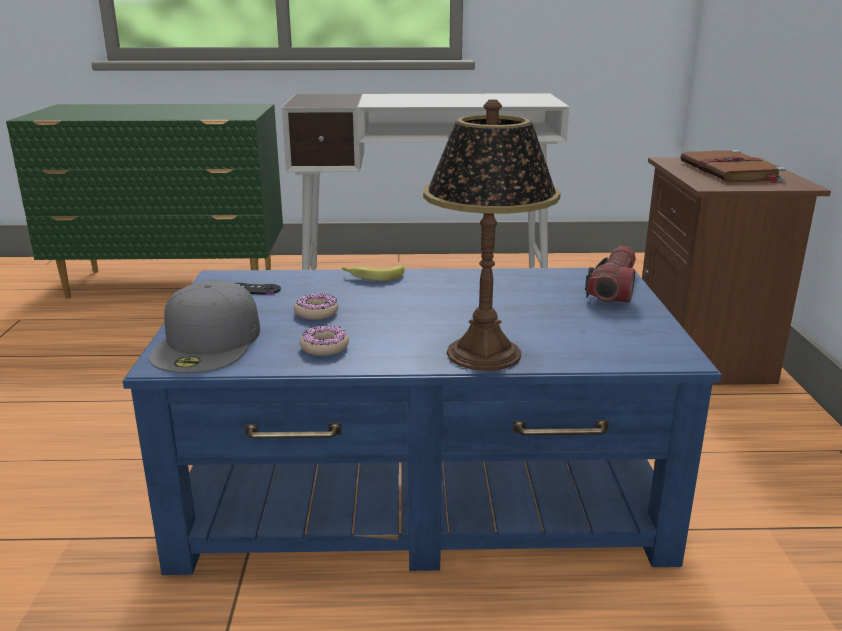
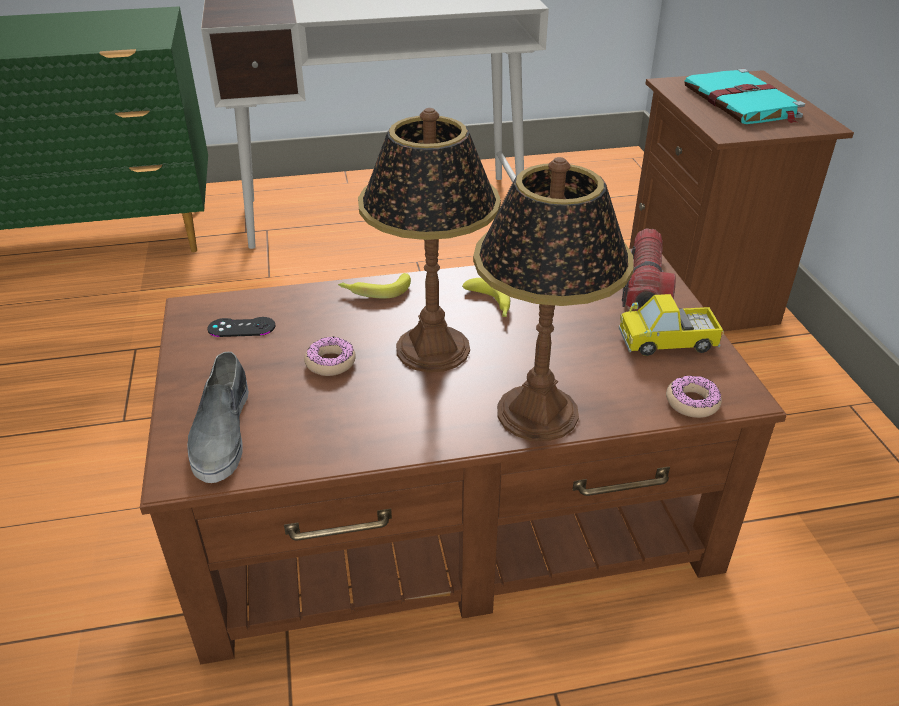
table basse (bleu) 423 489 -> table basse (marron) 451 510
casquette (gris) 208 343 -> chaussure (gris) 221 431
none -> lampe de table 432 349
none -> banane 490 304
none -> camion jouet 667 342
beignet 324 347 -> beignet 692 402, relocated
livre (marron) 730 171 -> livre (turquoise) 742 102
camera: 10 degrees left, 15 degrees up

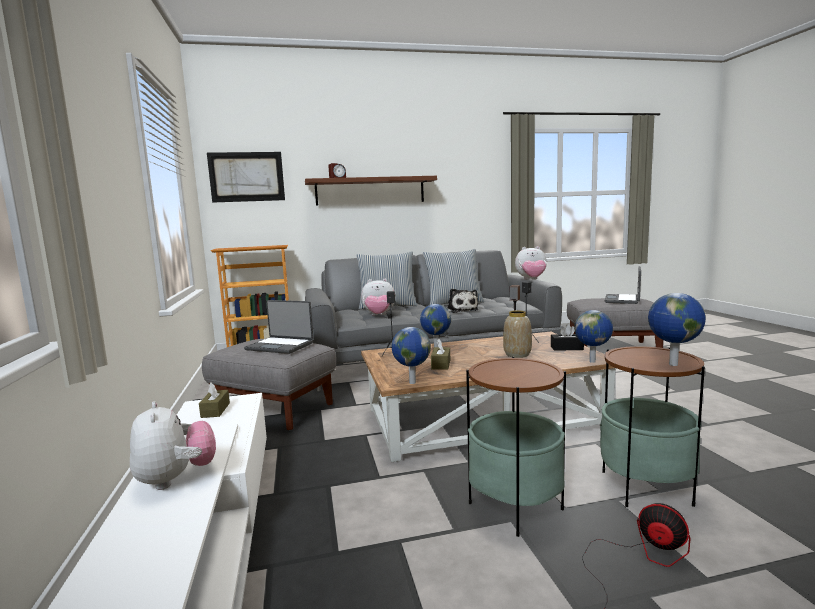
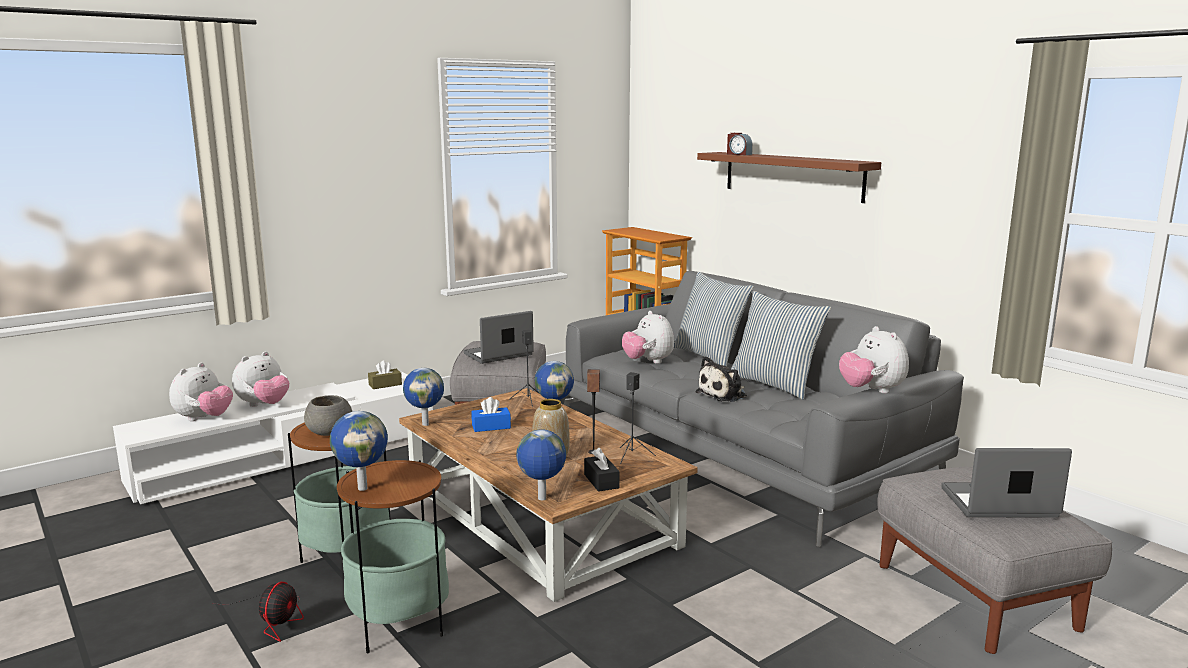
none -> peluche 204 418
none -> bol (gris) 329 432
ordinateur portable 280 346 -> ordinateur portable 499 355, 60 degrees clockwise
boîte à mouchoirs (marron) 441 364 -> boîte à mouchoirs (bleu) 491 427
tableau 246 177 -> none
camera: 65 degrees right, 5 degrees up

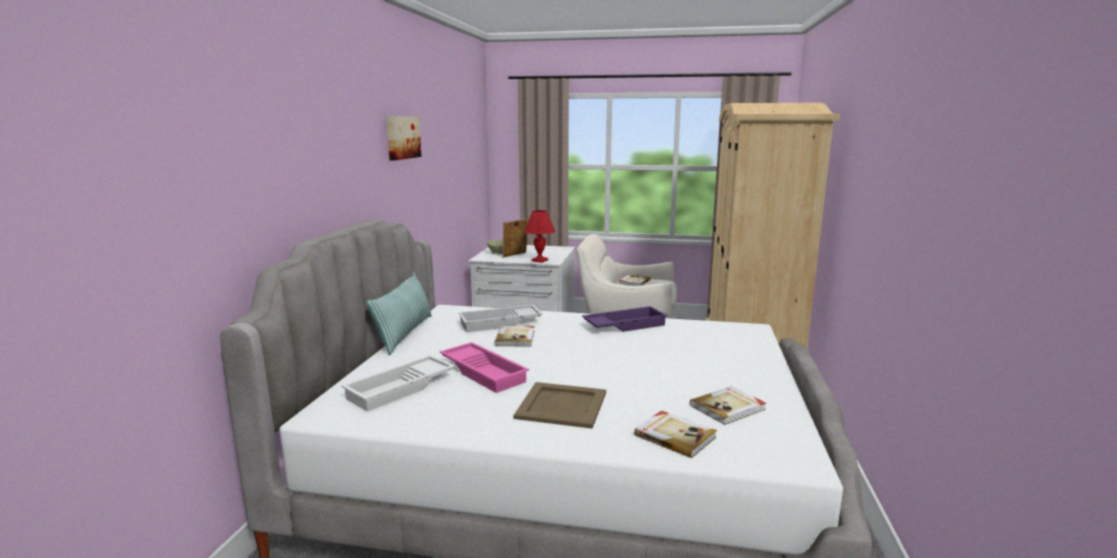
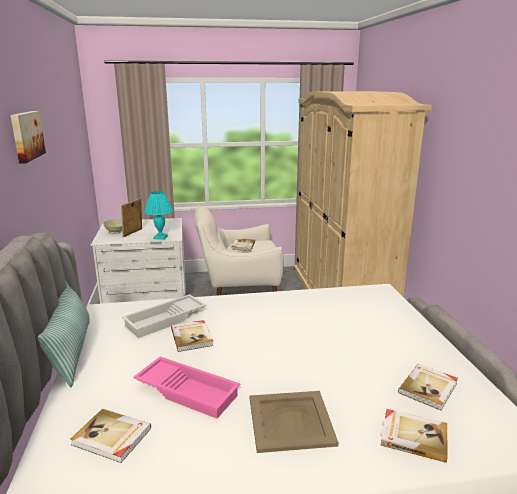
plateau (blanc) 401 389 -> livre 111 437
lampe de table (rouge) 539 260 -> lampe de table (turquoise) 160 237
plateau (violet) 624 325 -> none
camera: 20 degrees left, 5 degrees up

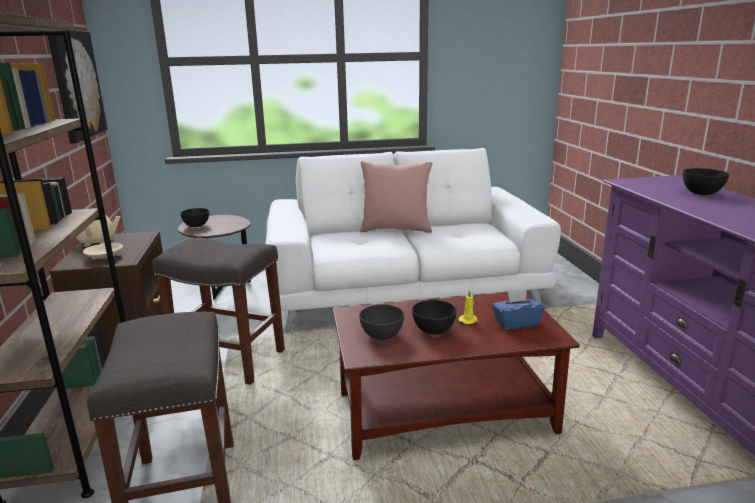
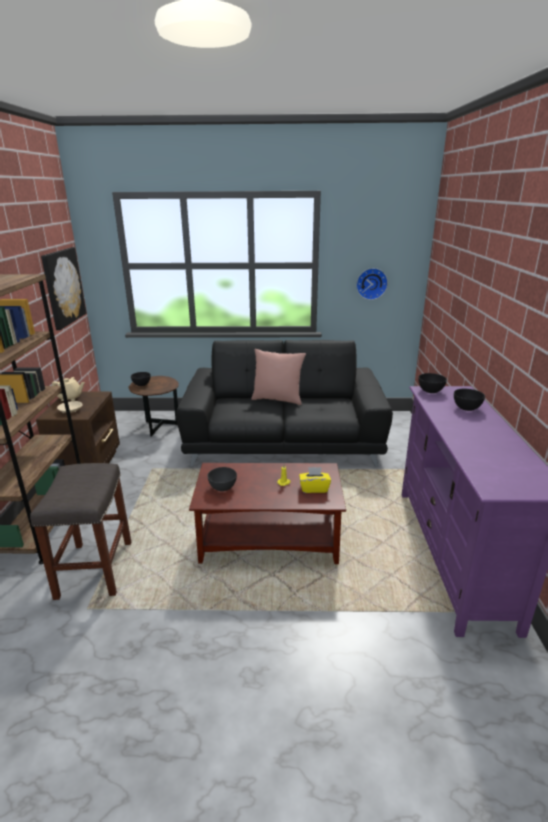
canapé (blanc) 404 288 -> canapé (noir) 284 441
boîte à mouchoirs (bleu) 516 323 -> boîte à mouchoirs (jaune) 314 488
none -> horloge murale 371 283
bol (noir) 434 330 -> bol (noir) 430 391, relocated
tabouret (gris) 228 360 -> none
camera: 10 degrees right, 5 degrees up

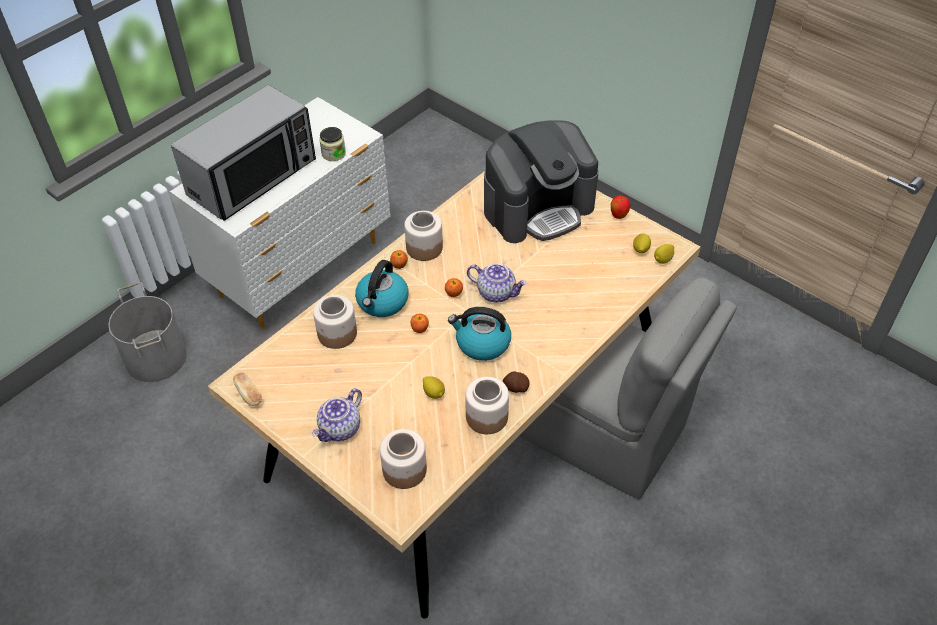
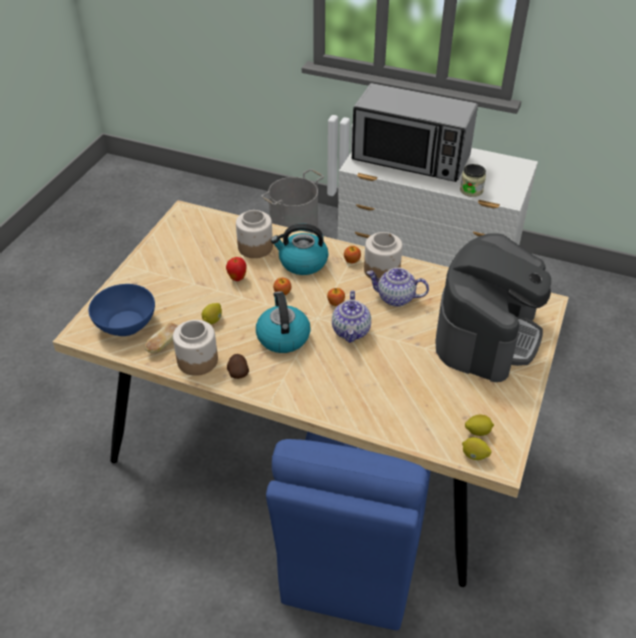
bocal 404 470 -> bol (bleu) 125 323
pain 249 394 -> pain 163 344, relocated
pomme 618 216 -> pomme 237 278, relocated
chaise (gris) 606 433 -> chaise (bleu) 353 553
théière 340 429 -> théière 395 298, relocated
machine à café 538 208 -> machine à café 487 334, 105 degrees counterclockwise
camera: 70 degrees right, 5 degrees down

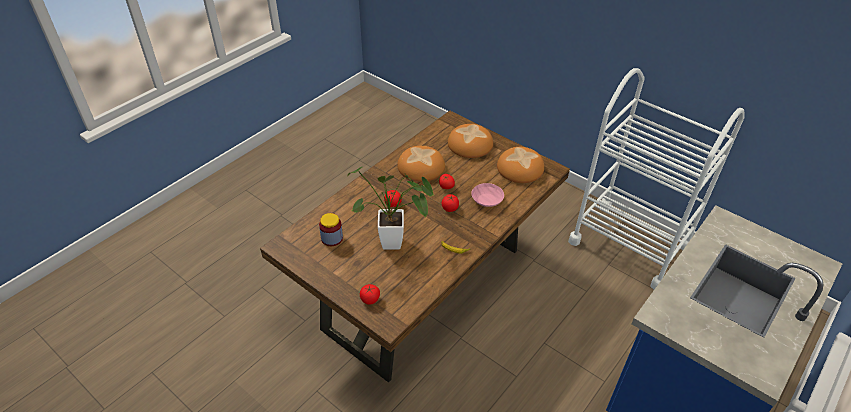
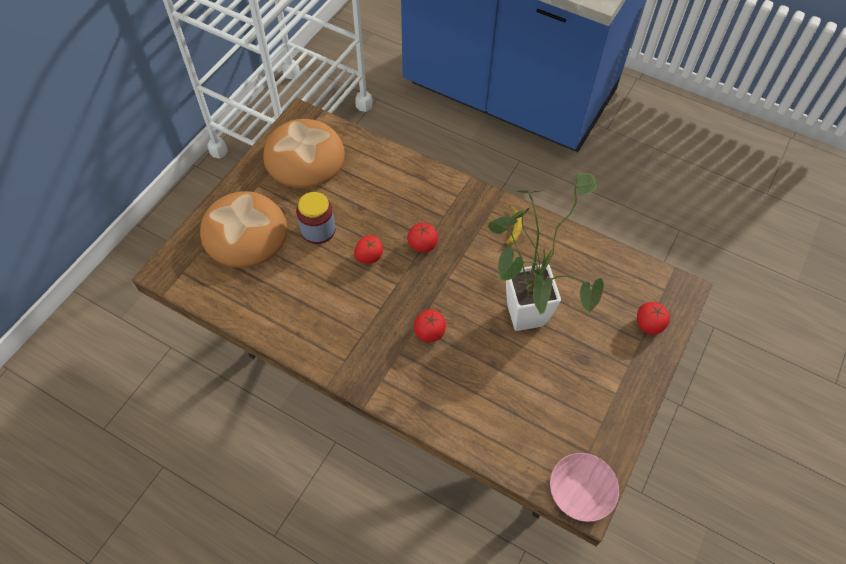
bocal 332 238 -> bocal 318 230, relocated
bol (rose) 487 200 -> bol (rose) 581 489, relocated
pain 421 167 -> none
camera: 100 degrees left, 15 degrees up

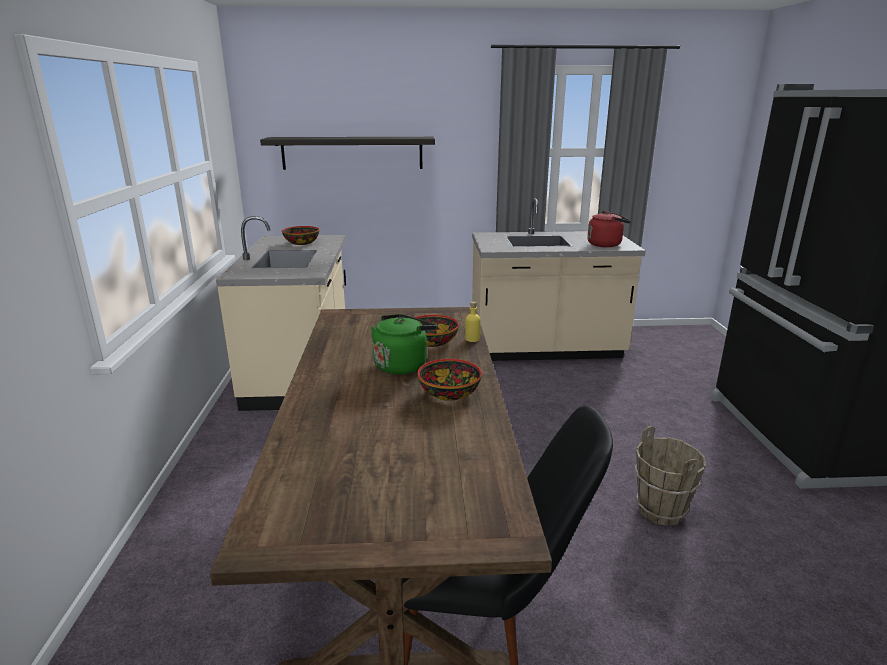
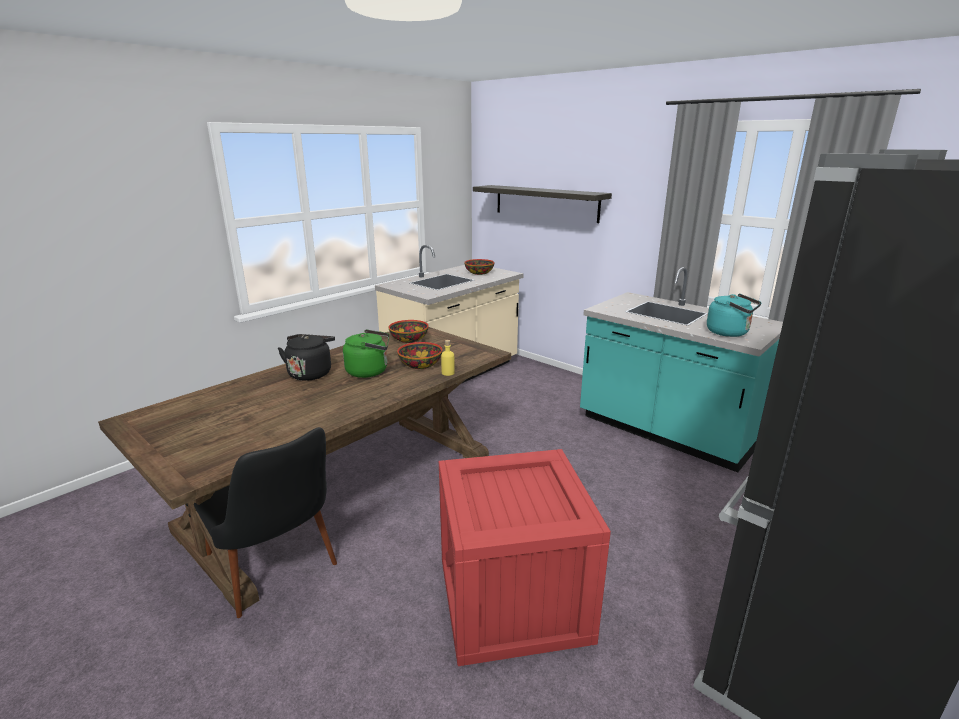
none -> bouilloire (noir) 311 373
bol 450 393 -> bol 409 340, relocated
seau (marron) 661 510 -> caisse 515 600
comptoir de cuisine (beige) 545 349 -> comptoir de cuisine (turquoise) 666 431
bouilloire (rouge) 606 244 -> bouilloire (turquoise) 730 333
camera: 45 degrees right, 0 degrees up

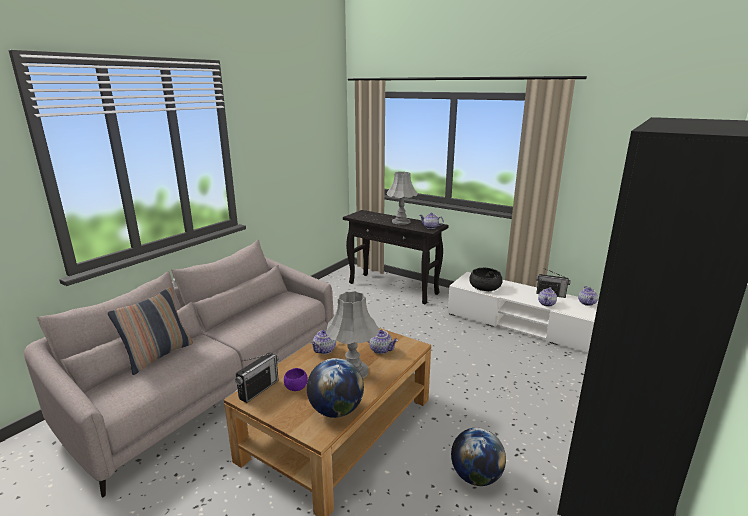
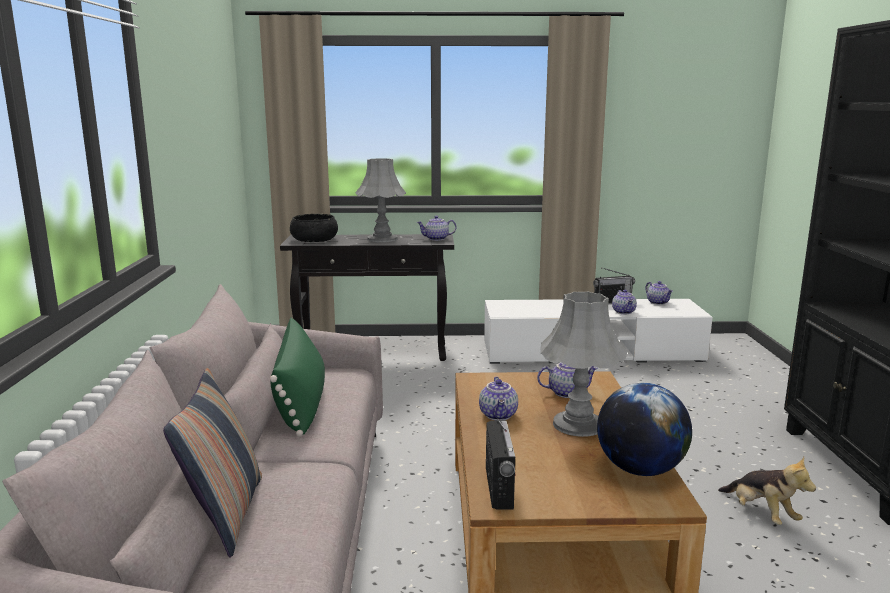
none -> coussin (vert) 301 402
bol (noir) 485 287 -> bol (noir) 314 240, relocated
globe 476 476 -> peluche 761 514
bol (violet) 296 387 -> none
camera: 35 degrees left, 5 degrees down

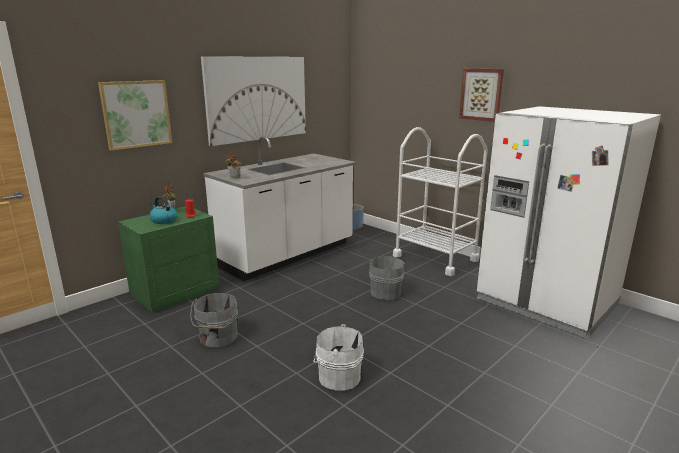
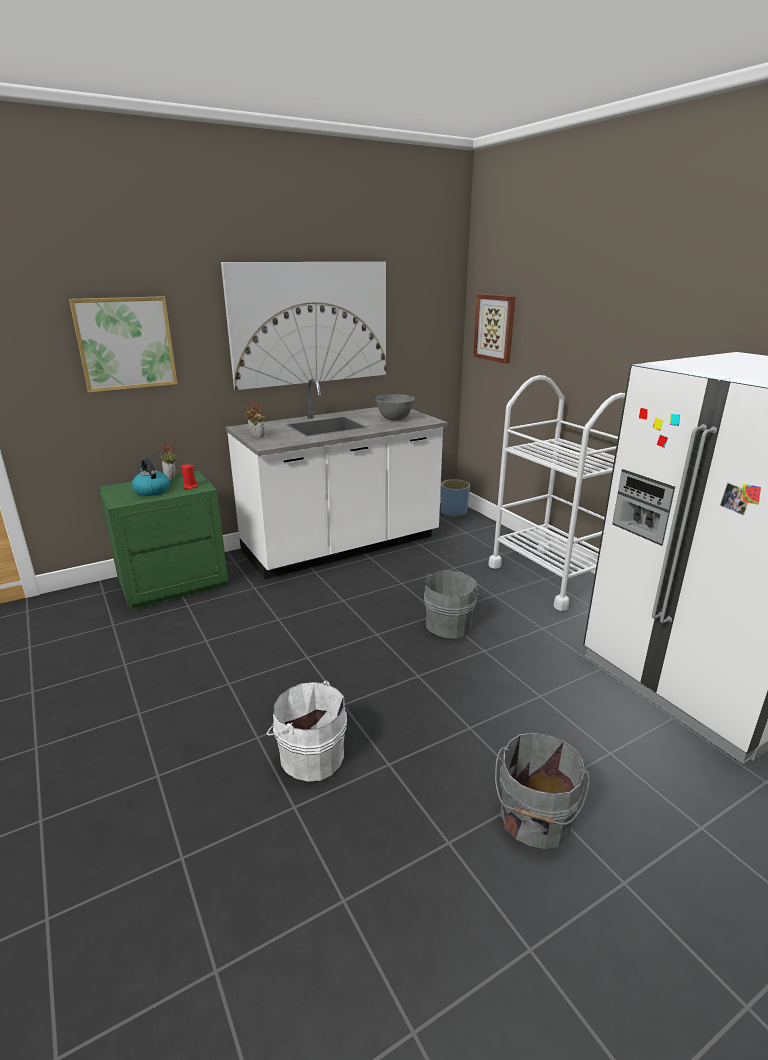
none -> bol (gris) 394 419
tableau 481 94 -> tableau 495 328, relocated
seau (gris) 217 338 -> seau (gris) 534 819, relocated
camera: 15 degrees right, 5 degrees up

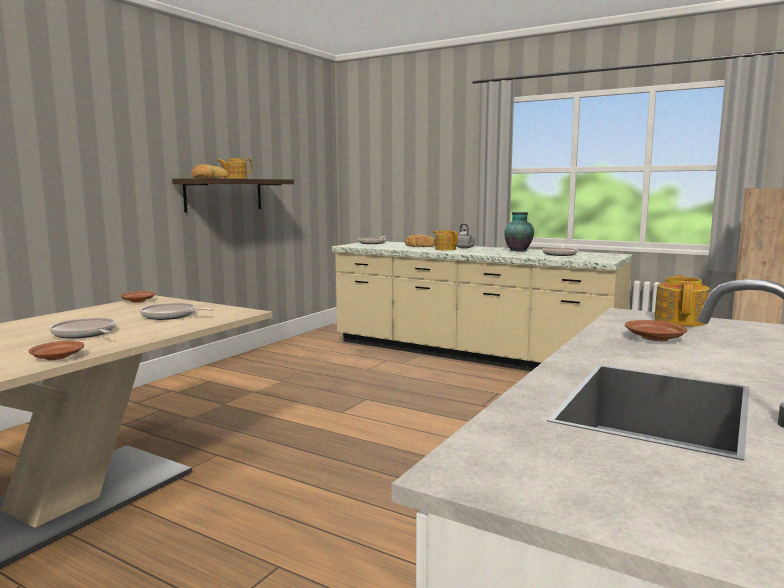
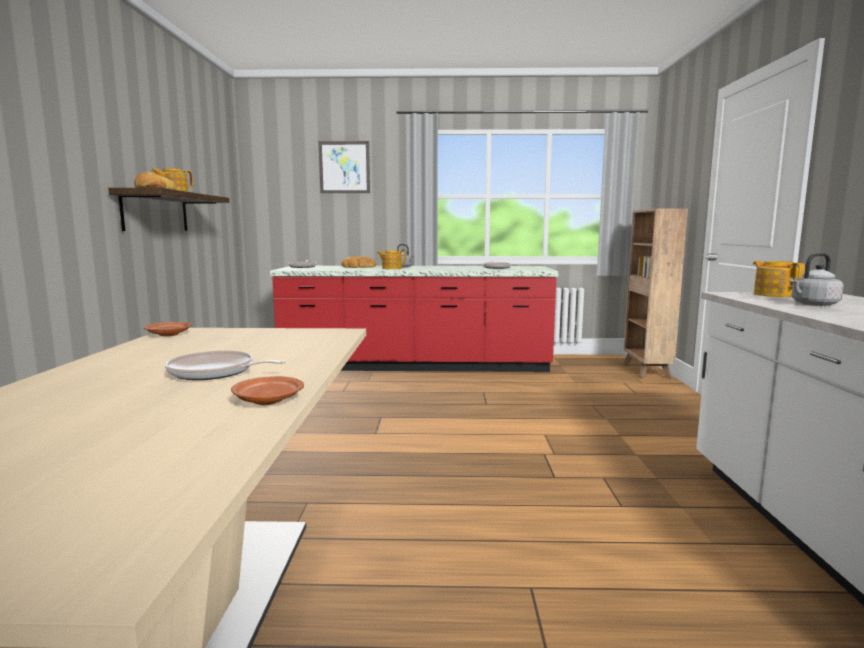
comptoir de cuisine (beige) 469 354 -> comptoir de cuisine (rouge) 415 365
none -> tableau 344 167
assiette (marron) 654 338 -> bouilloire (gris) 813 304
poêle 171 316 -> none
vase 518 250 -> none
camera: 30 degrees left, 0 degrees up

